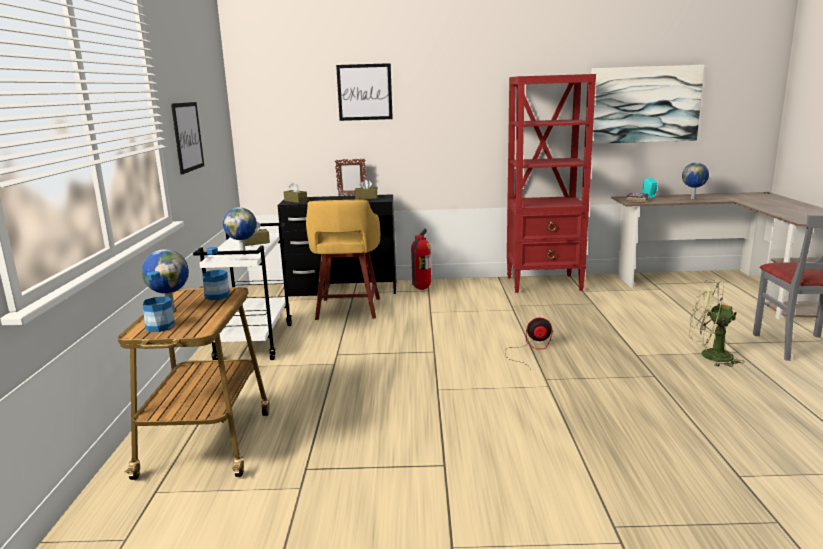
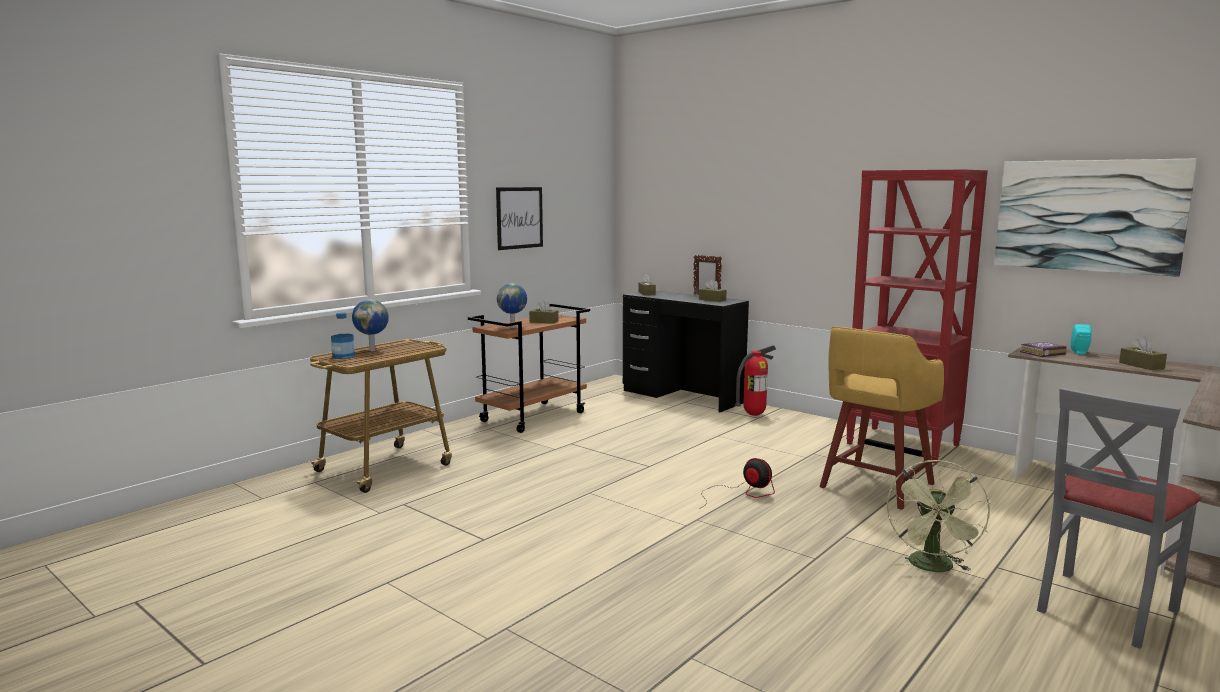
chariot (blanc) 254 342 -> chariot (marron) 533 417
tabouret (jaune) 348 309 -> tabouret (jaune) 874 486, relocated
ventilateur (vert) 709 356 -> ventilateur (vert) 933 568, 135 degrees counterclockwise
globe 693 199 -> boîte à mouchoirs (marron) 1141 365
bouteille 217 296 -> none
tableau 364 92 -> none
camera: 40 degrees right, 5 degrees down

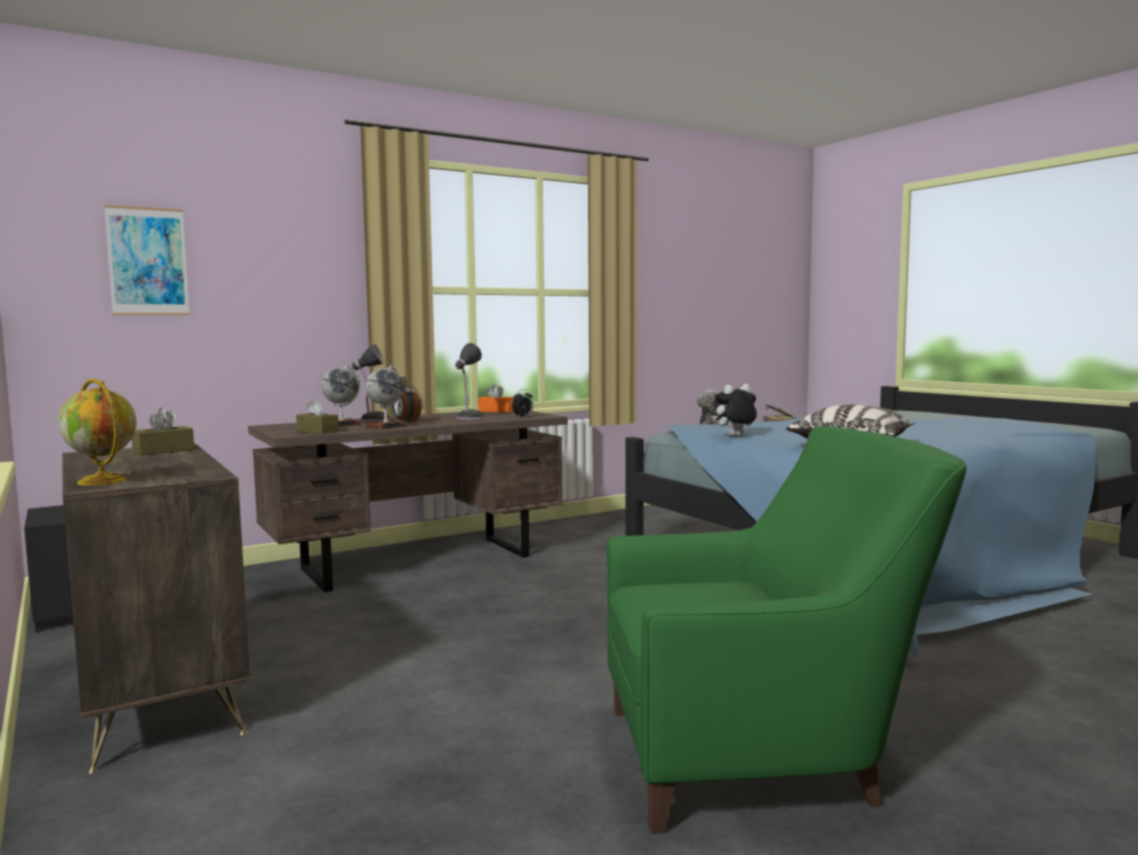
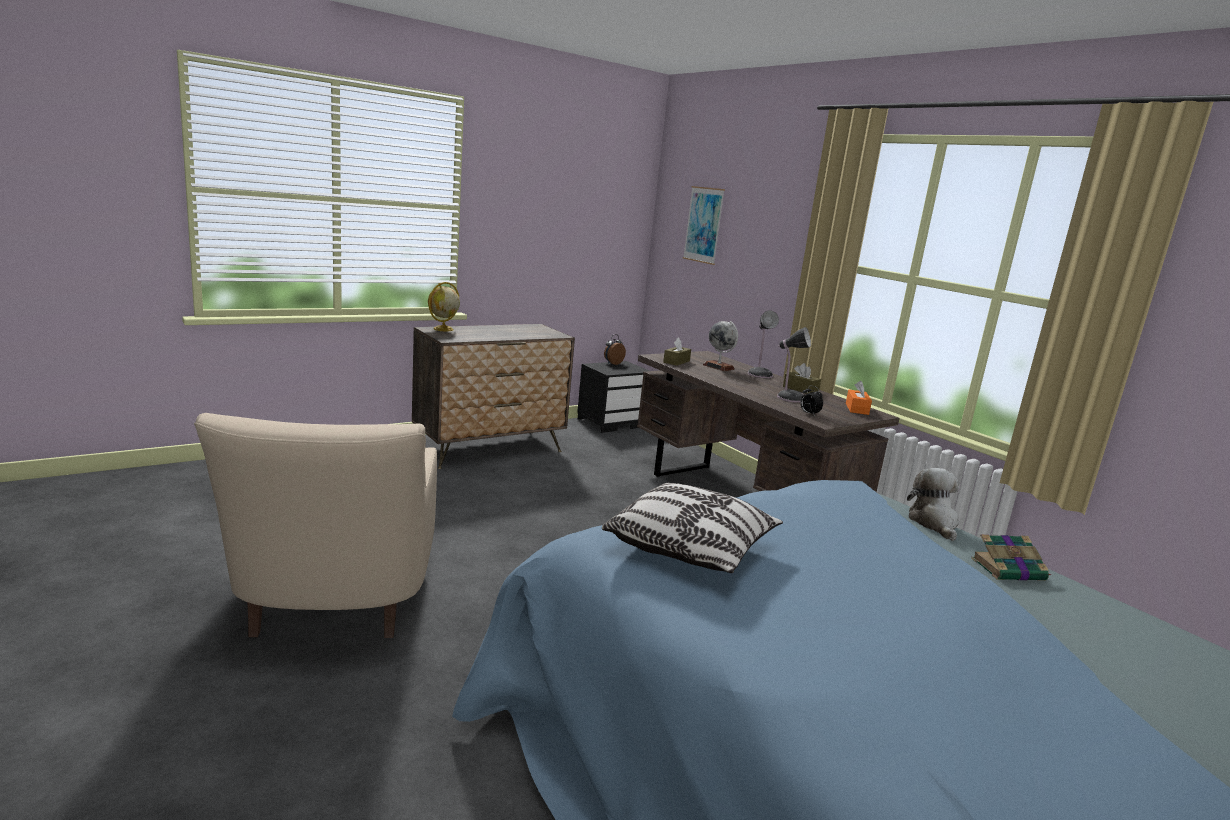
fauteuil (vert) 765 757 -> fauteuil (beige) 334 605
réveil 405 421 -> réveil 612 363, relocated
boîte à mouchoirs (marron) 163 451 -> boîte à mouchoirs (marron) 800 389, relocated
globe 386 427 -> none
peluche 735 436 -> none
camera: 85 degrees right, 10 degrees up

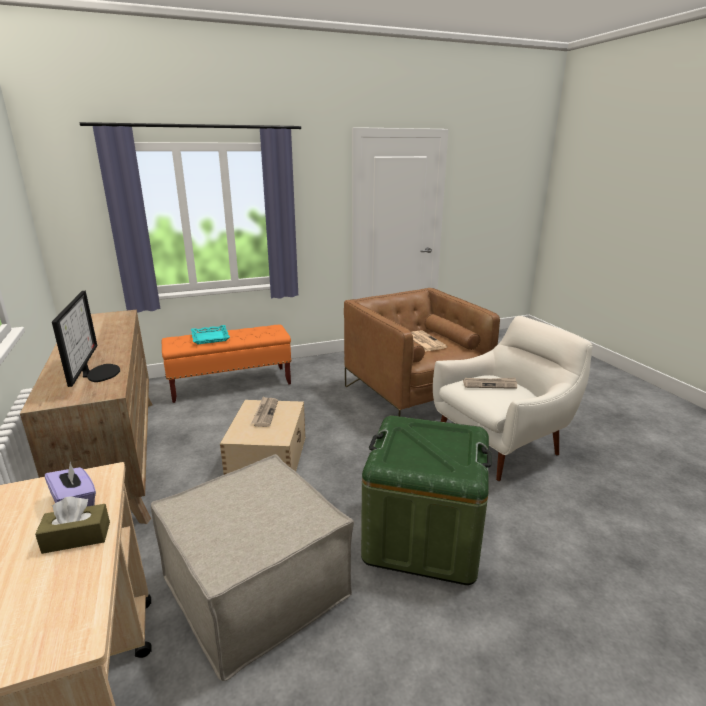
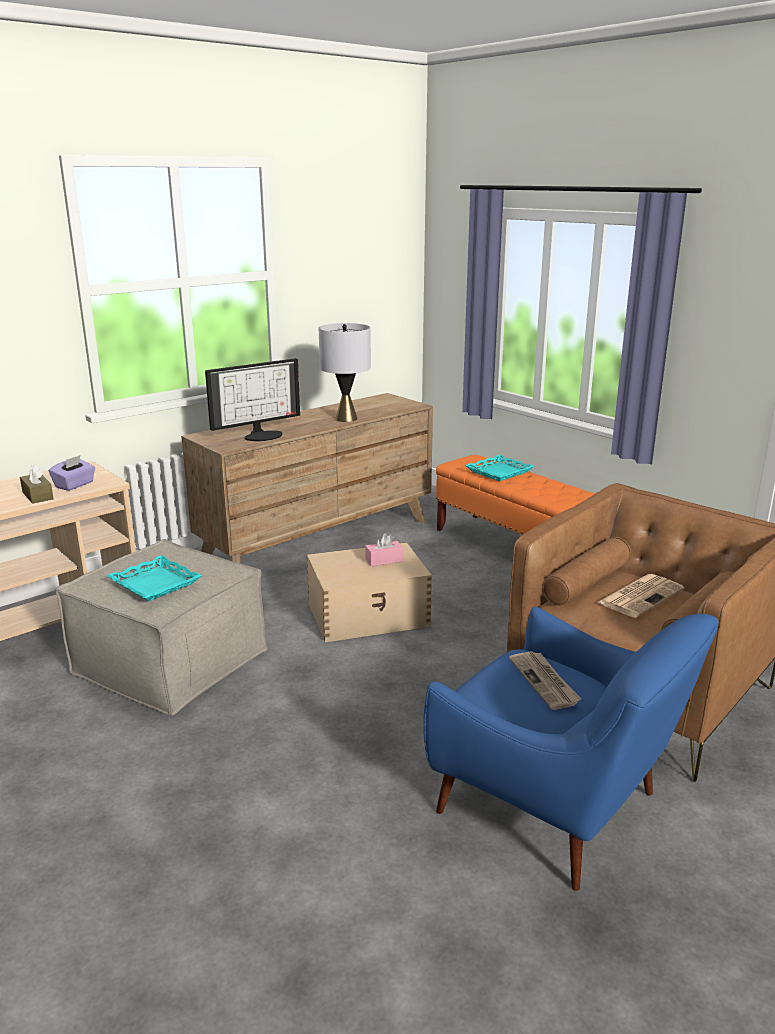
none -> plateau (turquoise) 154 584
none -> lampe de table (gris) 346 418
journal 265 413 -> boîte à mouchoirs (rose) 384 560
fauteuil (blanc) 500 443 -> fauteuil (bleu) 556 808
boîte de rangement (vert) 423 536 -> none
camera: 70 degrees right, 0 degrees up

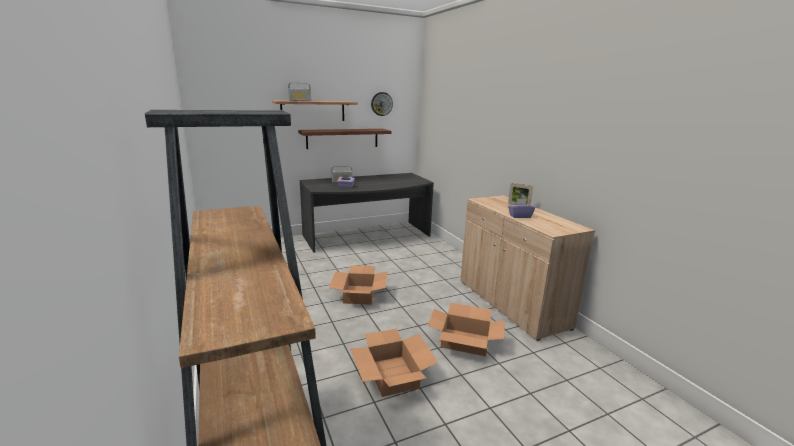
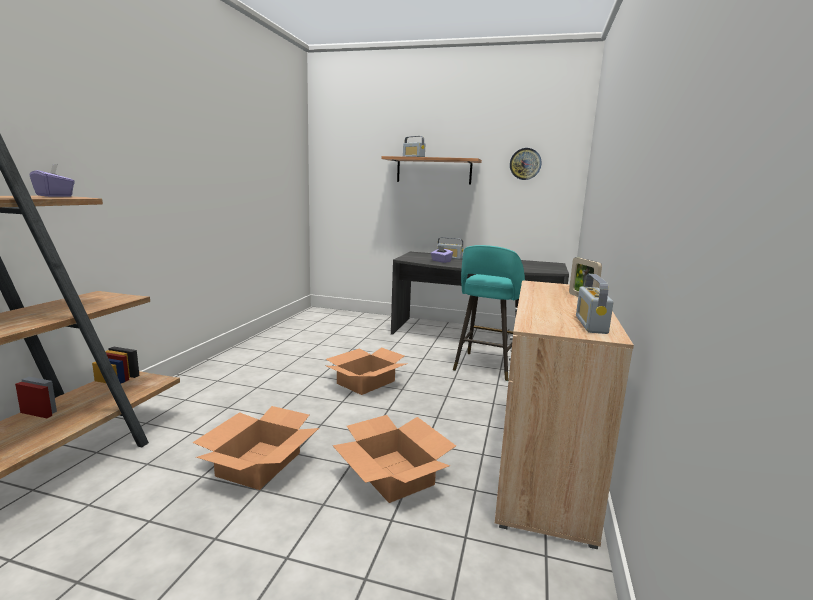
boîte à mouchoirs (violet) 520 216 -> boîte à mouchoirs (violet) 55 196, relocated
none -> tabouret (turquoise) 485 367
none -> radio 591 324
étagère (marron) 342 138 -> none
camera: 40 degrees right, 5 degrees down

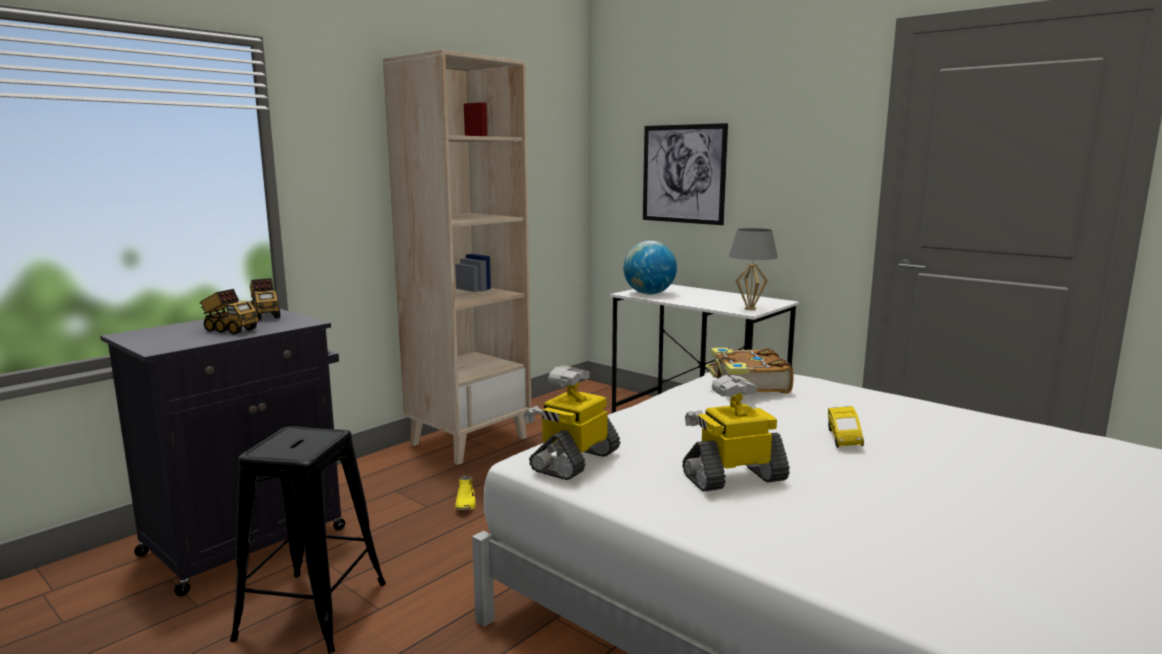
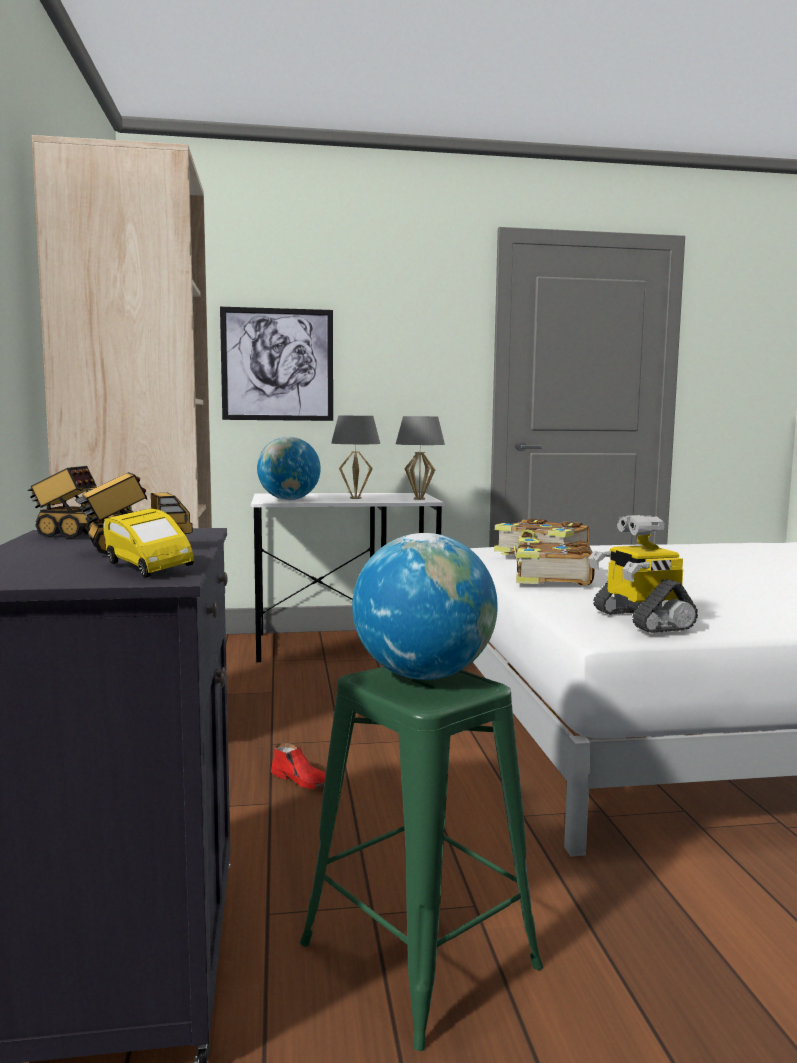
petite voiture (jaune) 843 439 -> petite voiture (jaune) 146 569, relocated
chaussure (jaune) 466 503 -> chaussure (rouge) 303 780
tabouret (noir) 312 610 -> tabouret (vert) 418 955
none -> lampe de table (gris) 355 498
none -> globe 423 676
none -> livre 550 577
robot jouet 733 477 -> none
camera: 50 degrees left, 5 degrees down

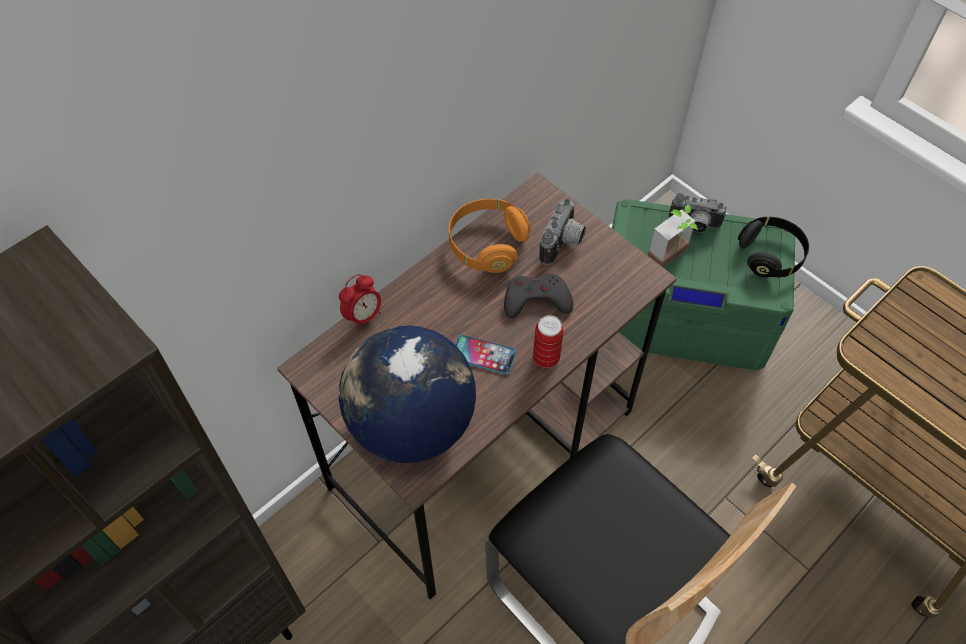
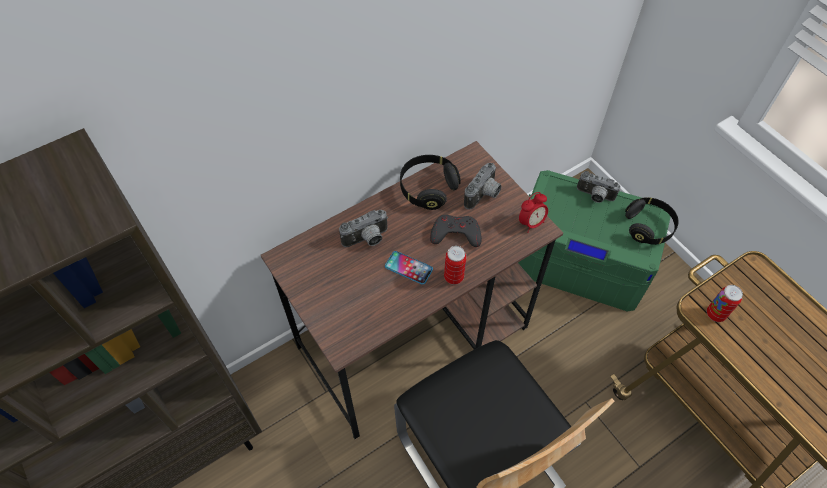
none -> appareil photo 367 240
casque audio (orange) 487 245 -> casque audio (noir) 428 188
réveil 363 316 -> réveil 531 223, relocated
none -> boîte métallique 715 314
globe 411 424 -> none
plante en pot 673 257 -> none
camera: 10 degrees right, 0 degrees up

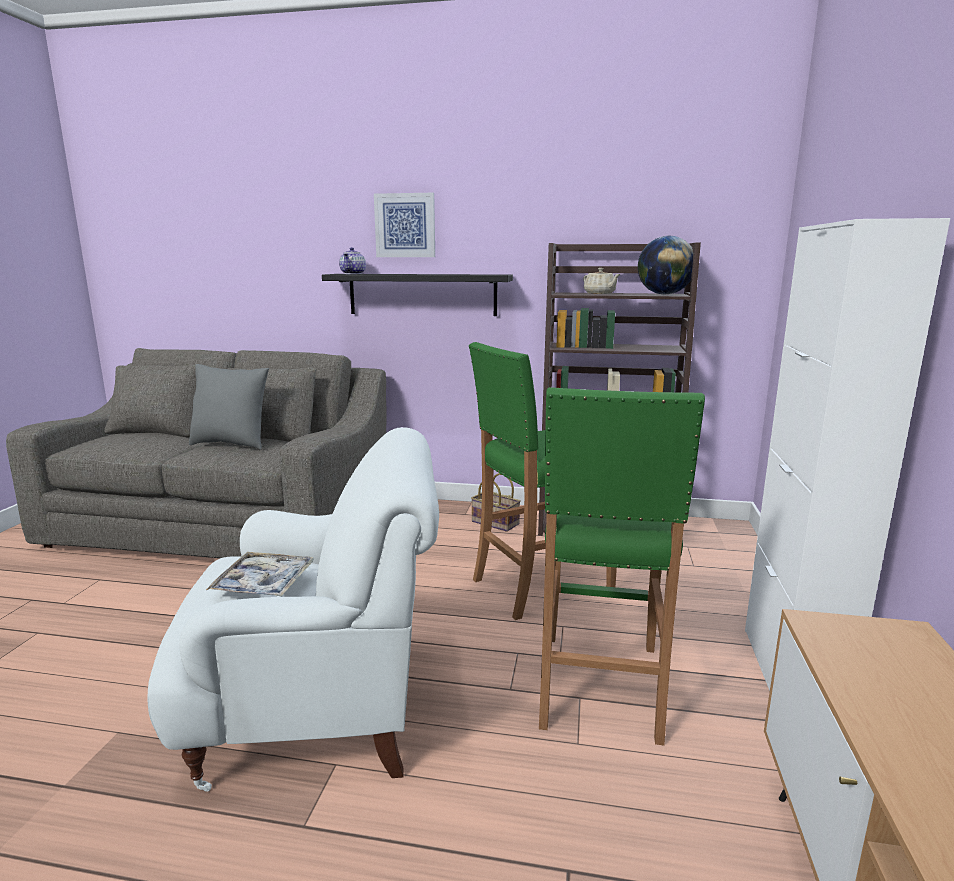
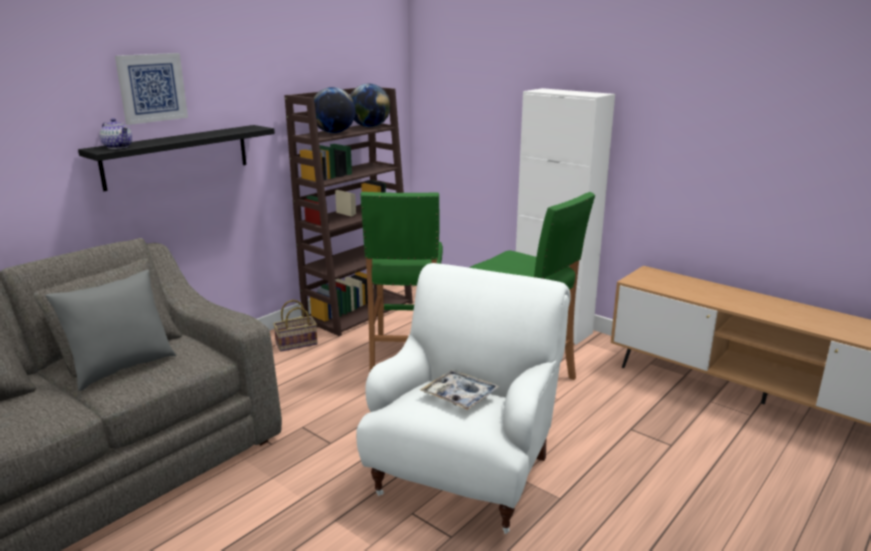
théière (beige) 600 293 -> globe 334 133
camera: 60 degrees left, 5 degrees up

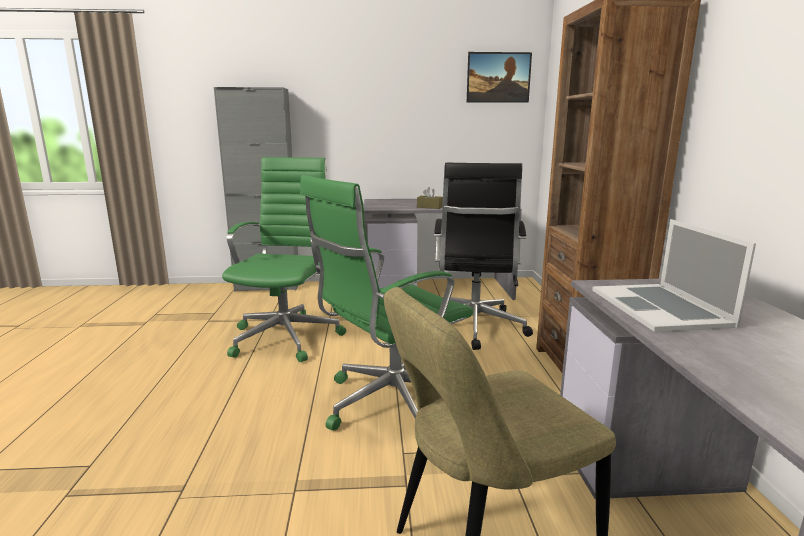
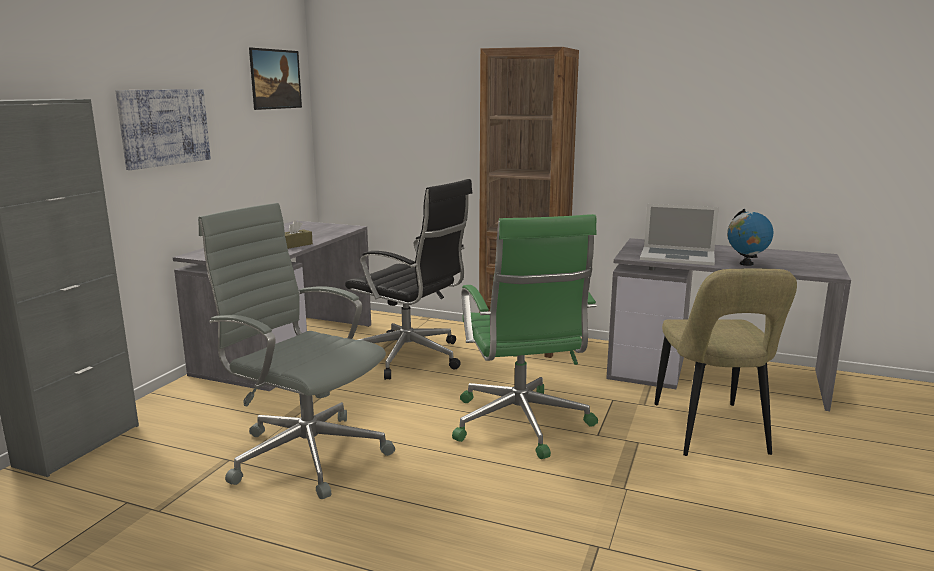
none -> tableau 164 127
chaise de bureau (vert) 287 336 -> chaise de bureau (gris) 305 453
none -> globe 746 264
camera: 65 degrees left, 0 degrees up

